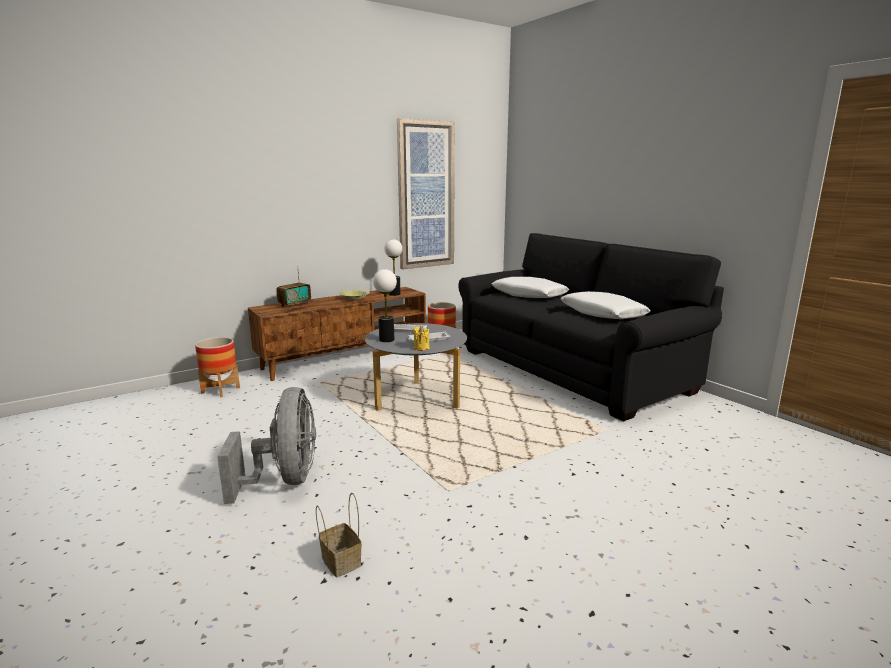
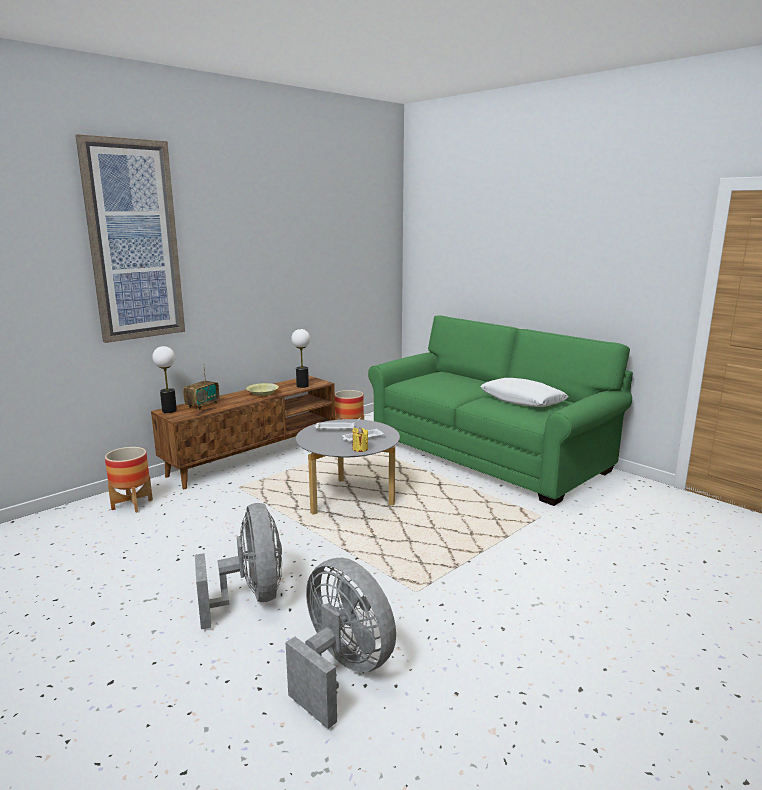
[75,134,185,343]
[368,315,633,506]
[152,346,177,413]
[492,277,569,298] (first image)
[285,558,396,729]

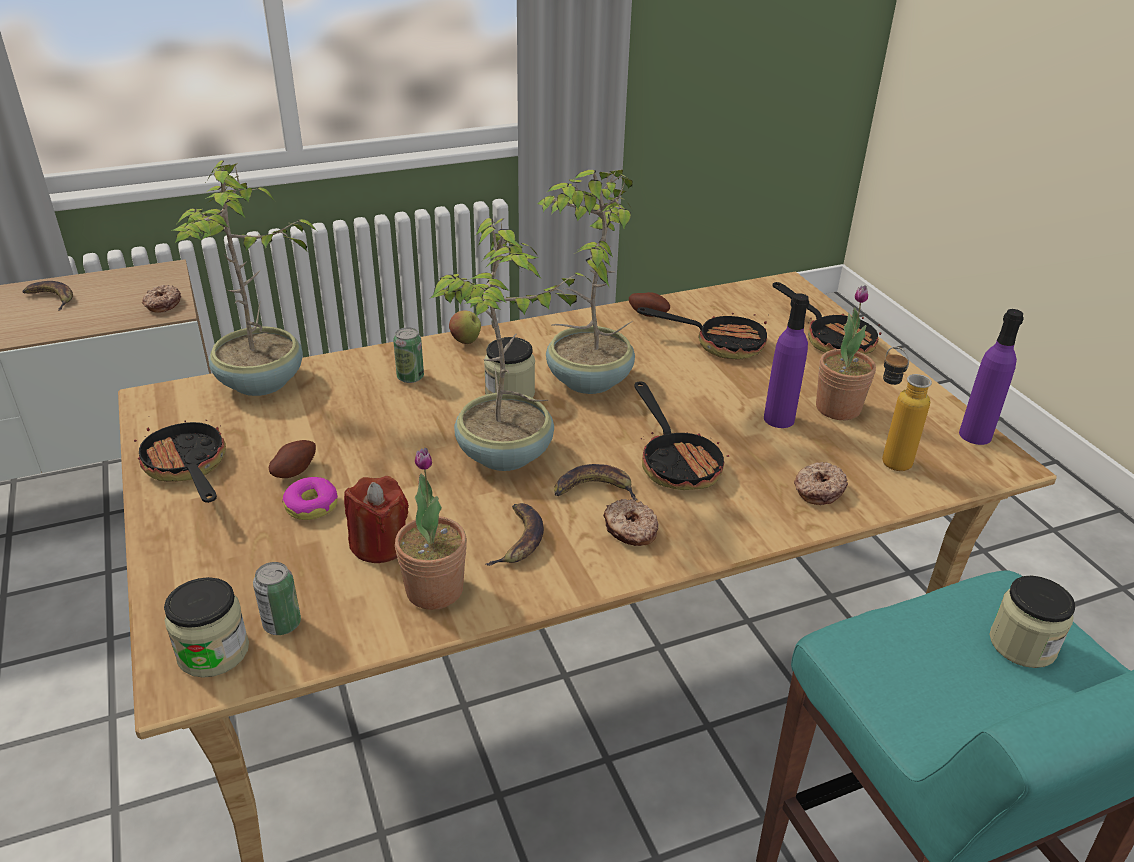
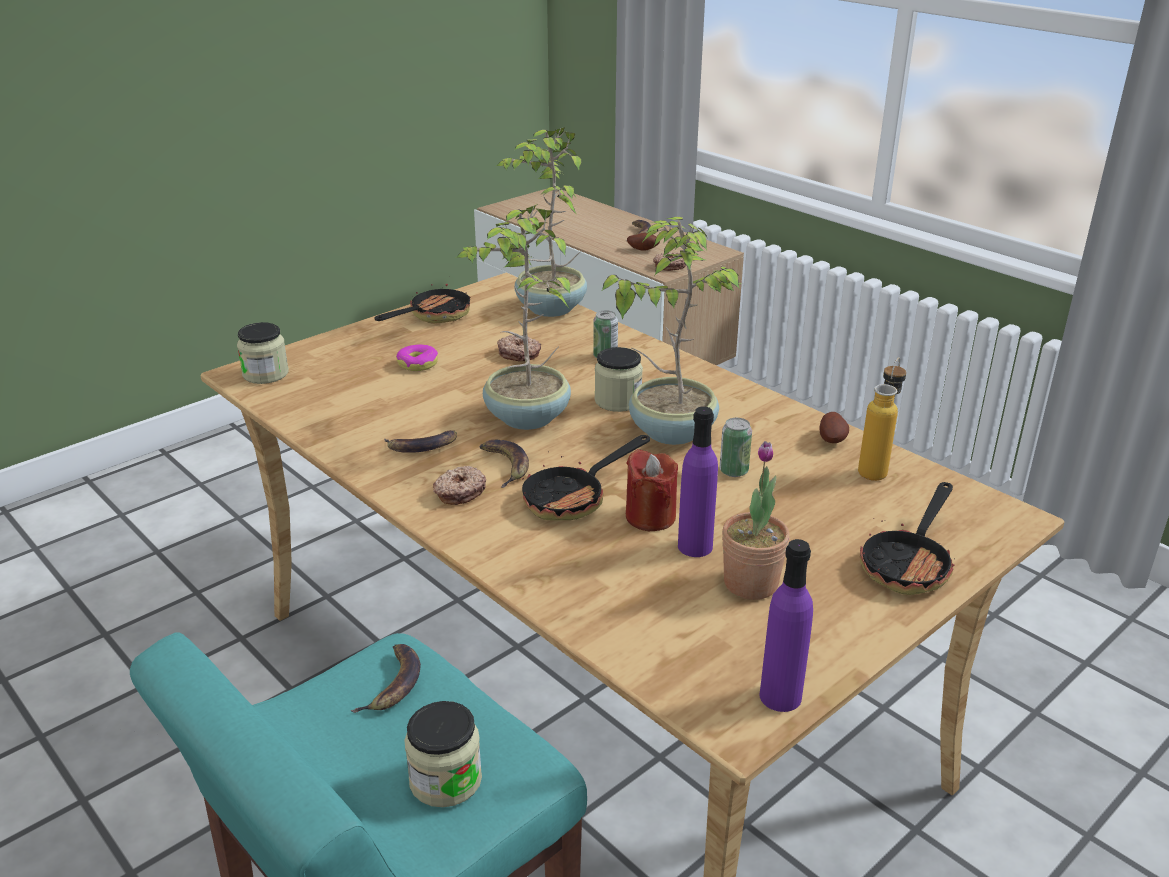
[637,307,767,359] (first image)
[449,310,481,344] (first image)
[858,358,906,481]
[627,233,660,251]
[395,448,467,610] (first image)
[497,335,541,361]
[626,449,678,531]
[719,418,752,477]
[351,644,421,713]

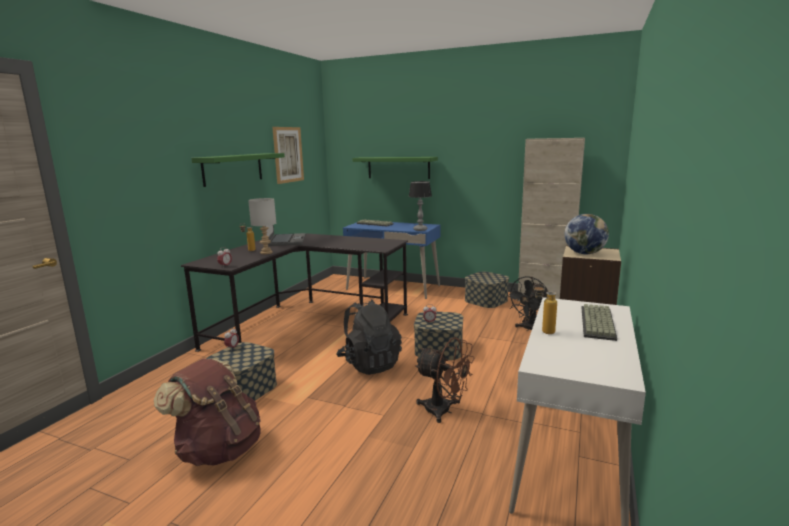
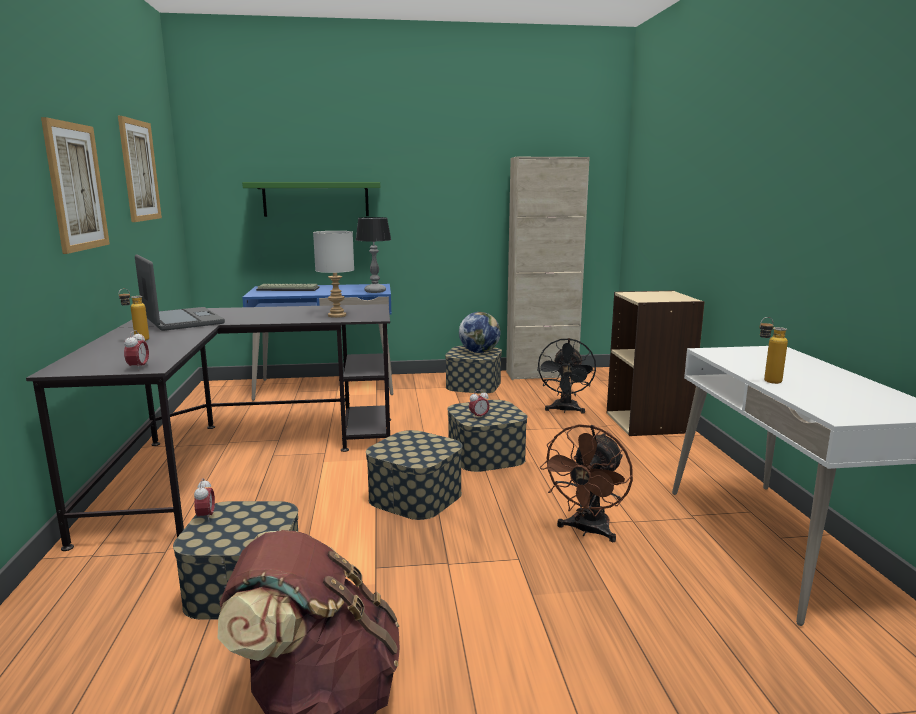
[41,117,110,254]
[313,231,354,318]
[459,312,501,353]
[366,430,463,520]
[582,304,617,341] (first image)
[540,424,633,542]

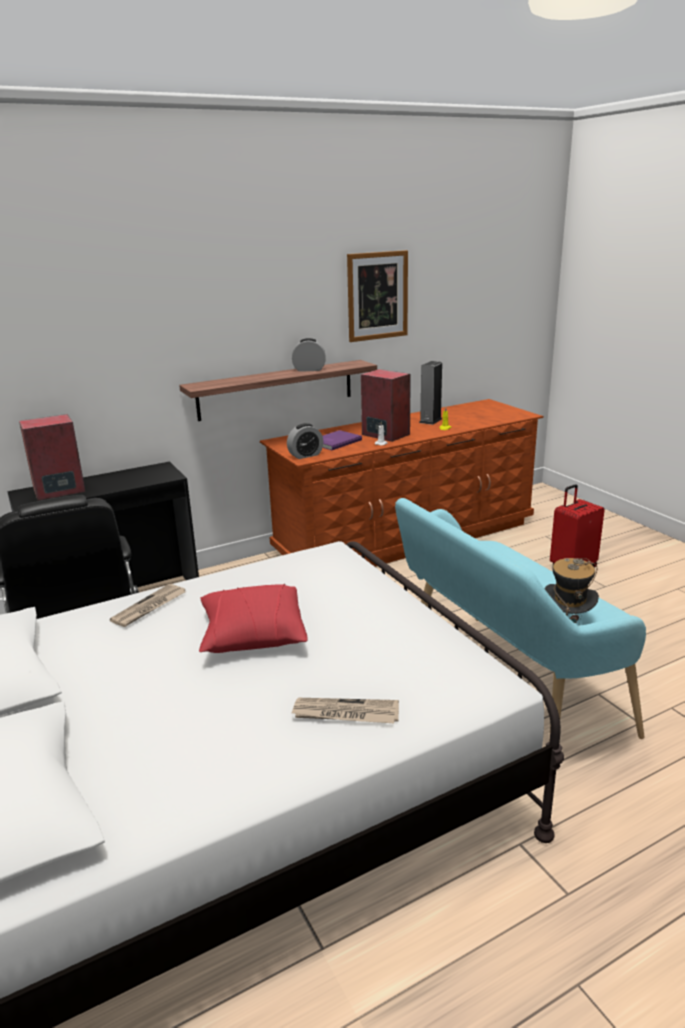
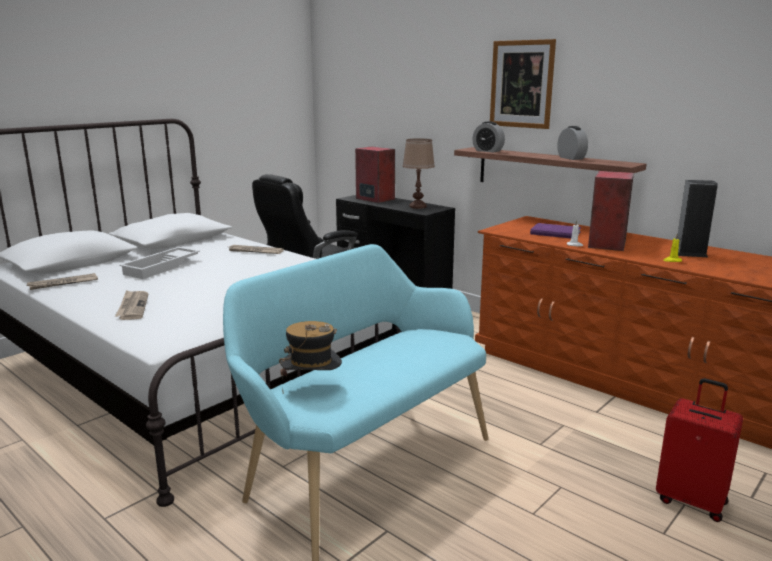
[490,39,556,129]
[473,121,505,153]
[199,584,308,653] (first image)
[402,138,435,209]
[119,247,200,279]
[26,273,98,290]

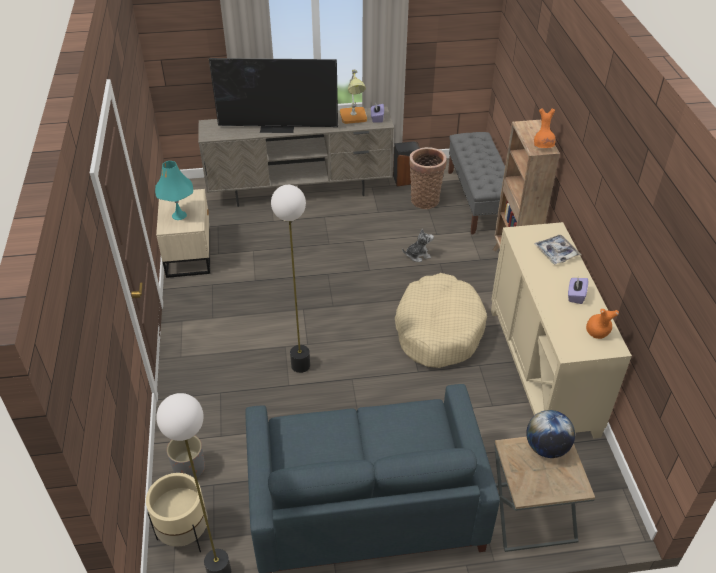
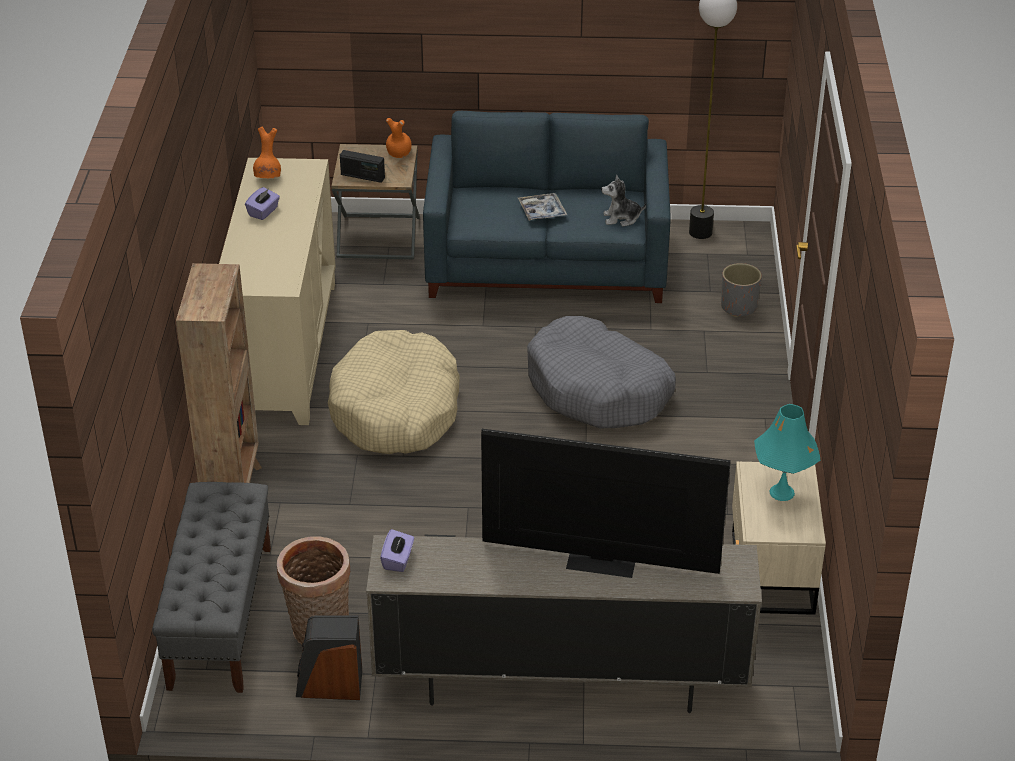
[340,70,367,124] (first image)
[386,118,412,158]
[527,316,676,428]
[601,174,646,227]
[518,193,567,221]
[340,150,385,183]
[146,473,208,553] (first image)

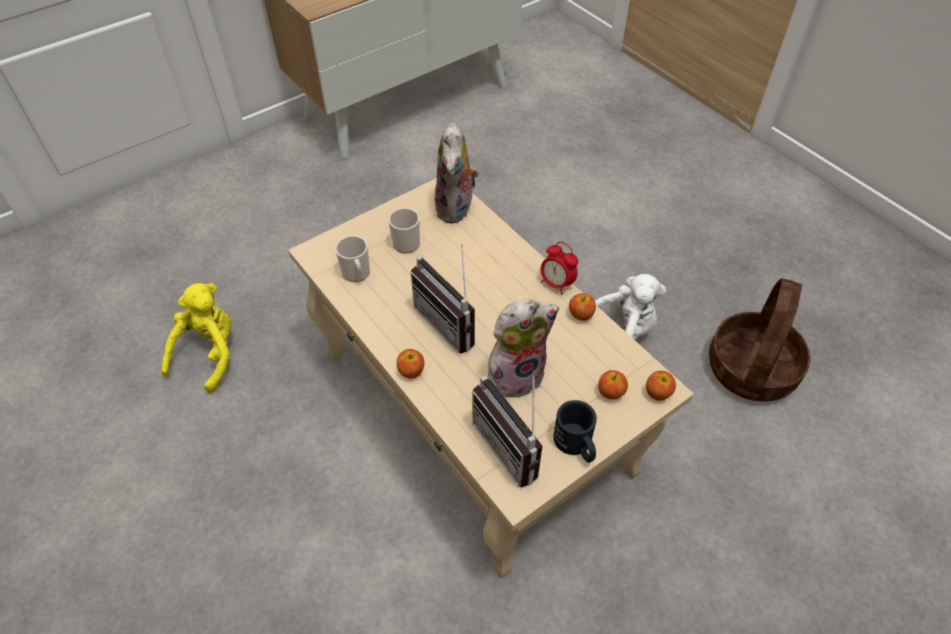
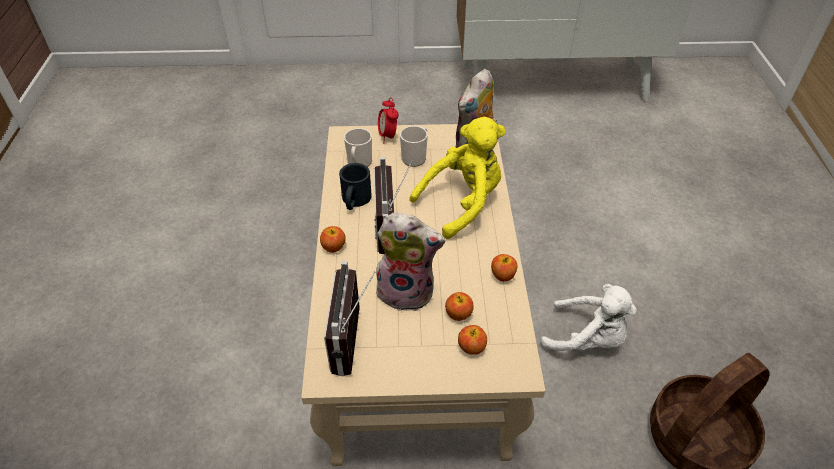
[378,97,399,143]
[409,117,506,239]
[445,292,473,321]
[339,163,372,210]

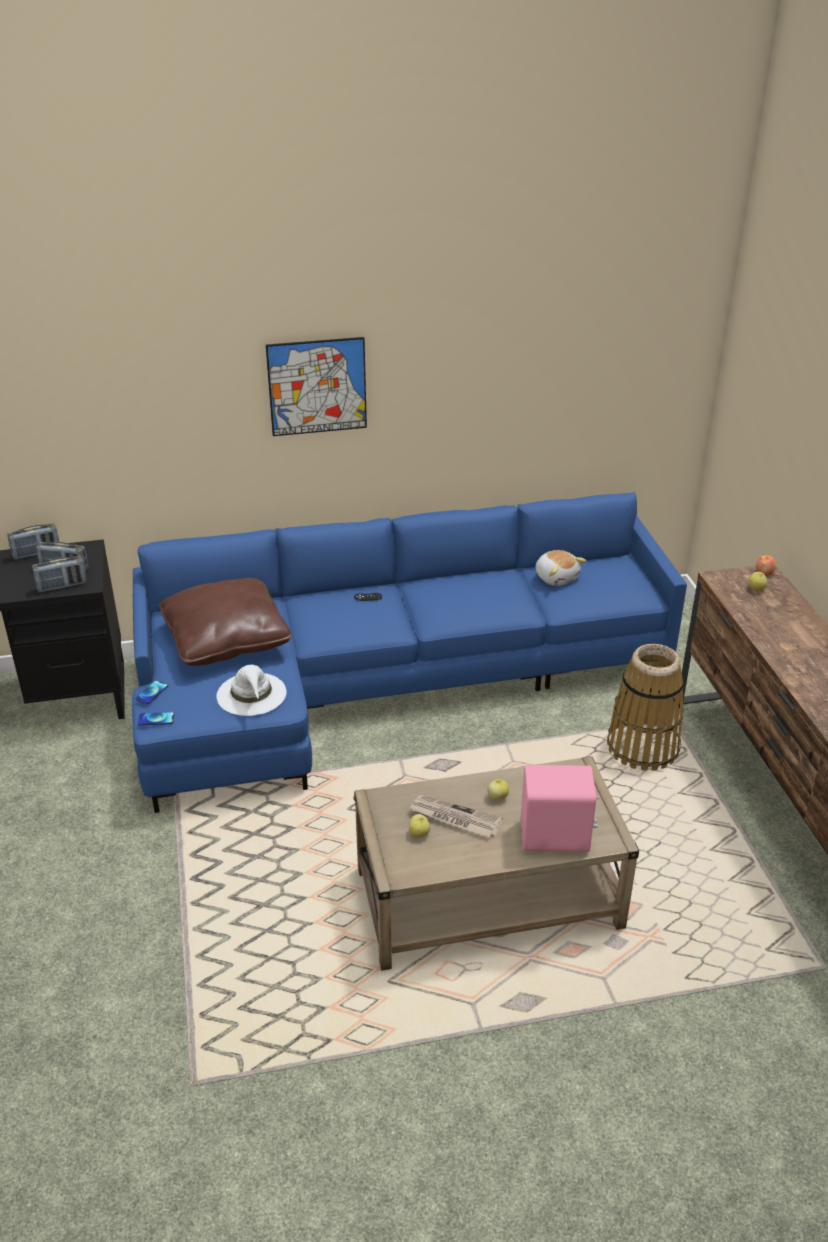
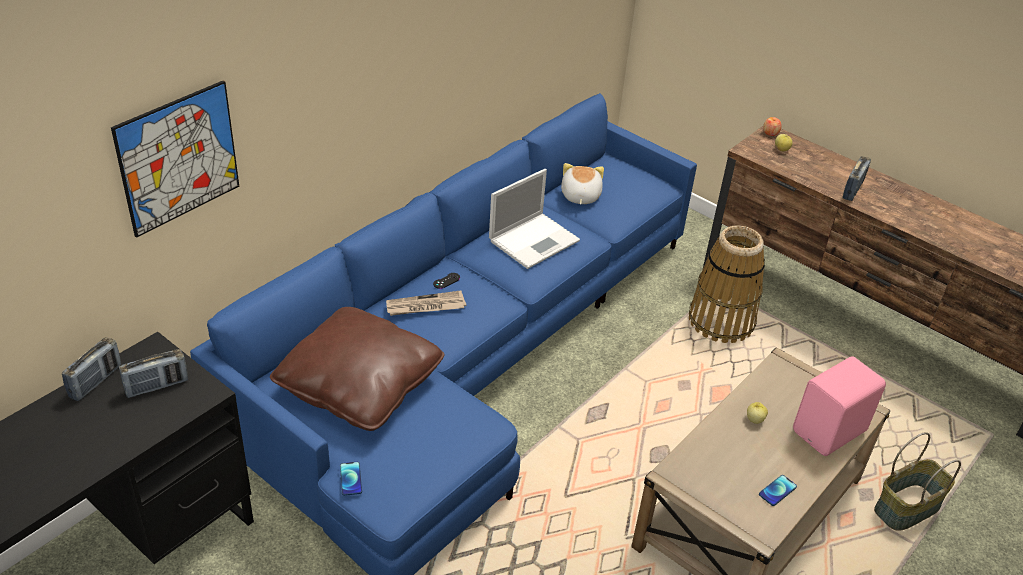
[111,80,239,238]
[561,163,604,205]
[843,156,871,201]
[216,665,286,716] (first image)
[759,475,797,506]
[386,290,466,316]
[409,814,430,838] (first image)
[489,169,580,269]
[874,432,961,531]

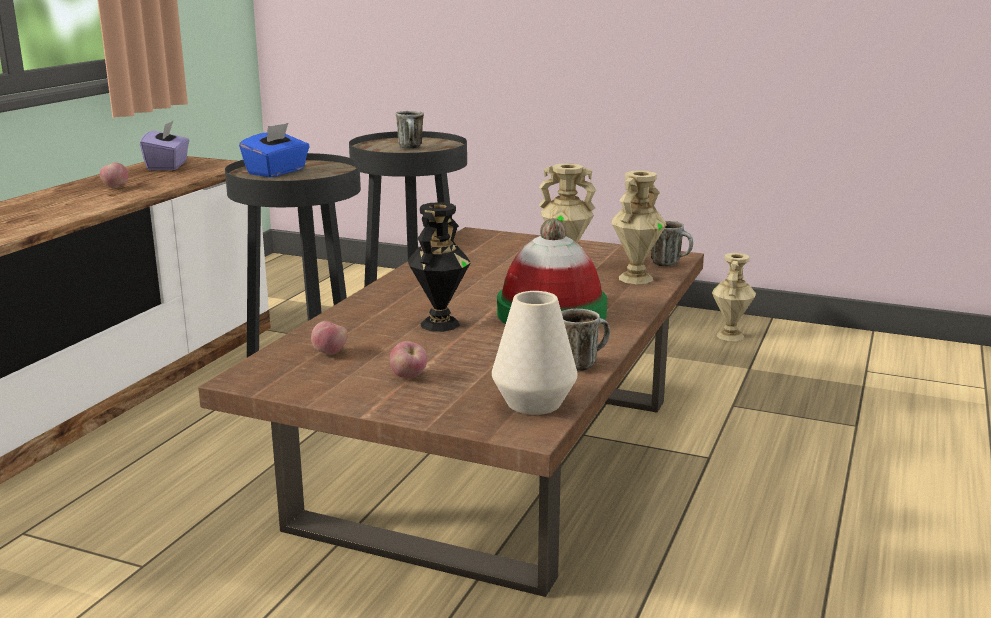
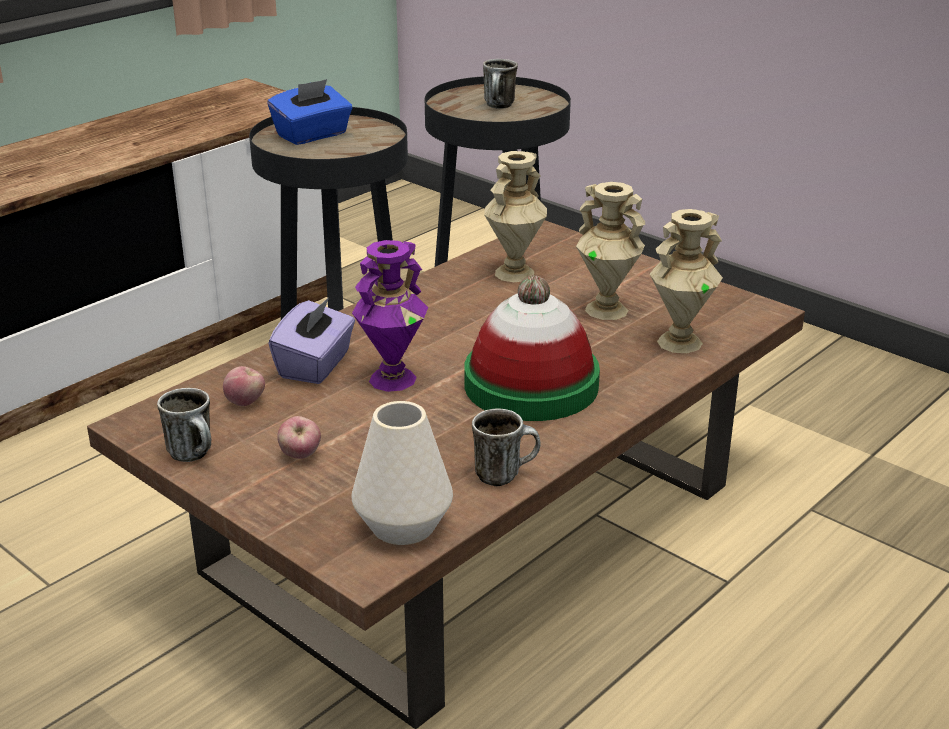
[268,297,355,384]
[100,163,128,189] (first image)
[352,240,428,392]
[157,388,211,462]
[484,151,547,282]

